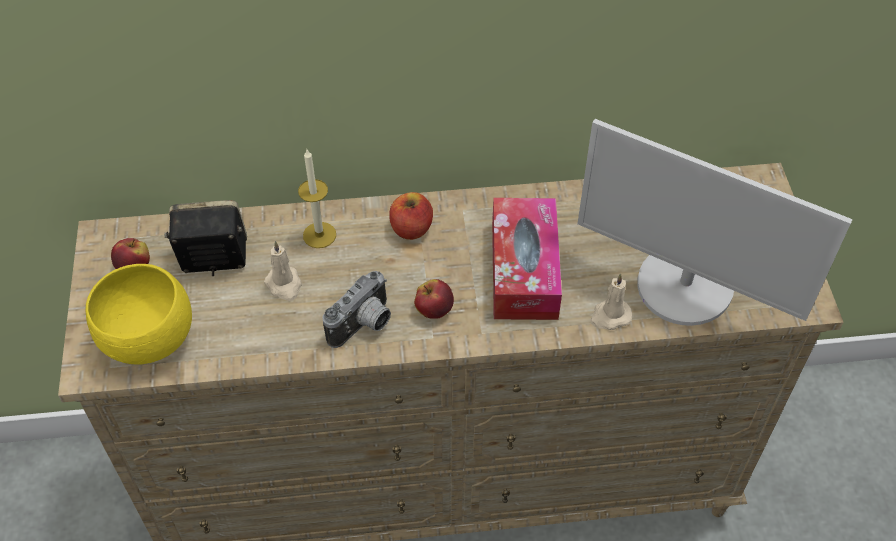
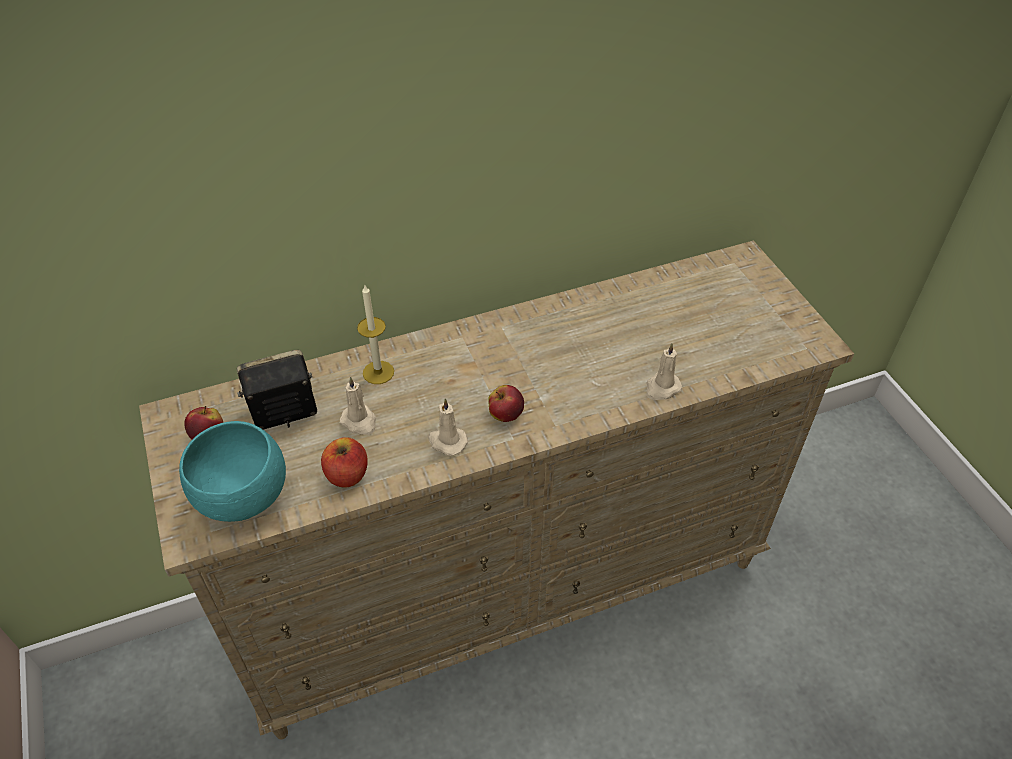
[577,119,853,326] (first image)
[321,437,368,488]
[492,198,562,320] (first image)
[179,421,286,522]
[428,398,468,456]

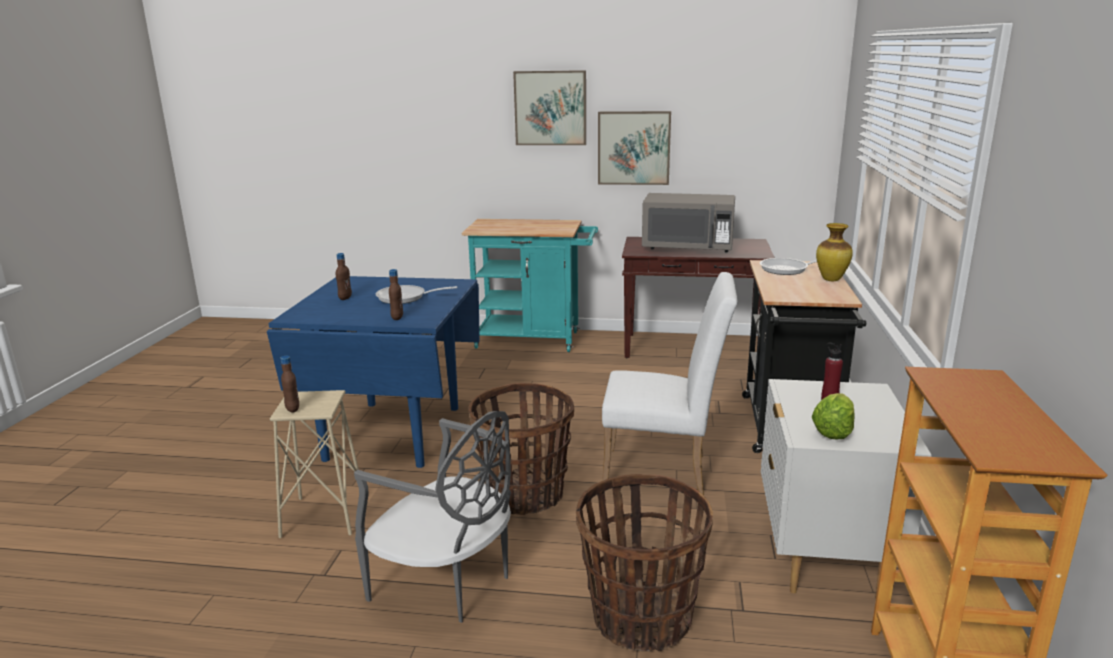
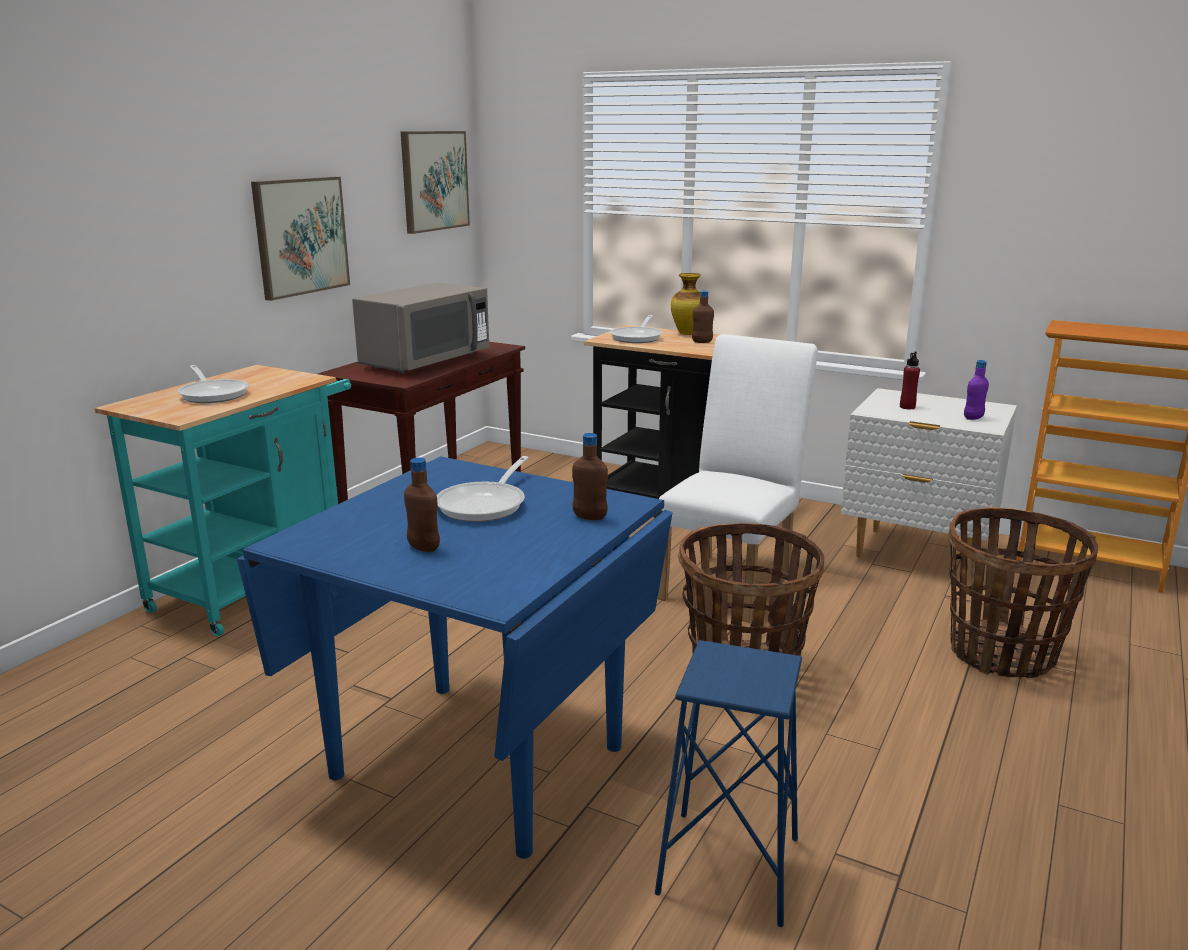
[401,131,470,234]
[692,290,714,343]
[655,640,802,927]
[964,360,989,420]
[354,411,511,623] (first image)
[177,365,249,403]

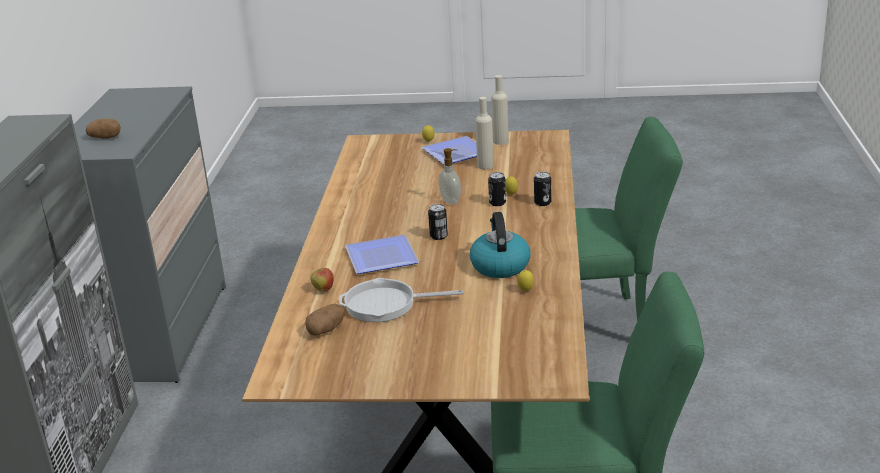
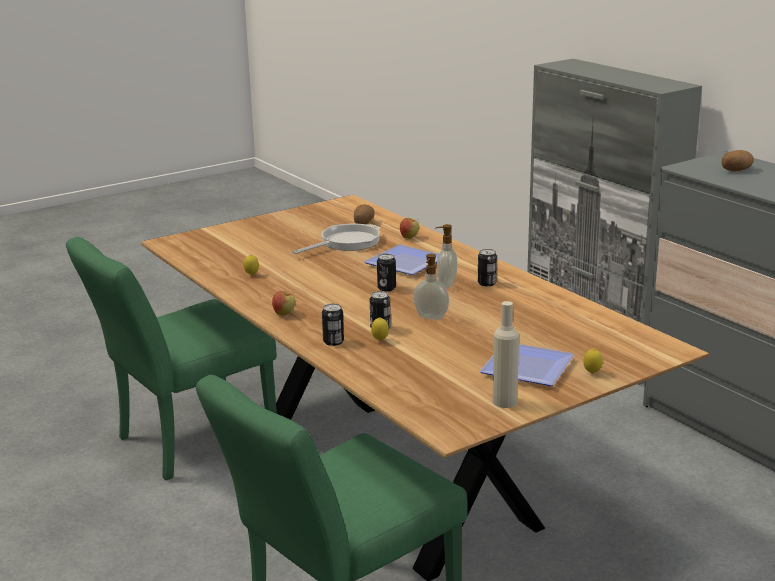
[475,97,494,169] (first image)
[470,212,530,278] (first image)
[435,224,457,288]
[478,249,497,287]
[272,291,295,316]

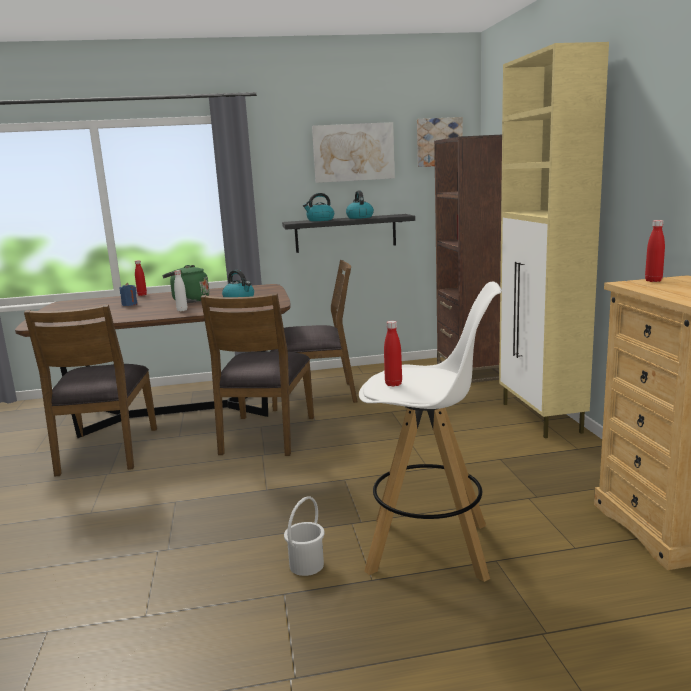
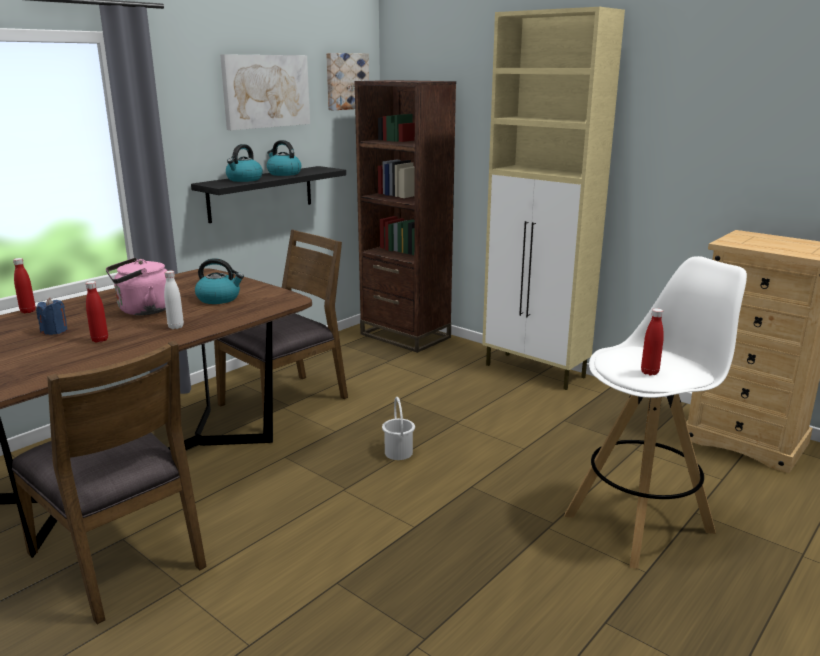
[86,281,108,343]
[106,258,167,315]
[201,293,314,456] (first image)
[382,397,415,460]

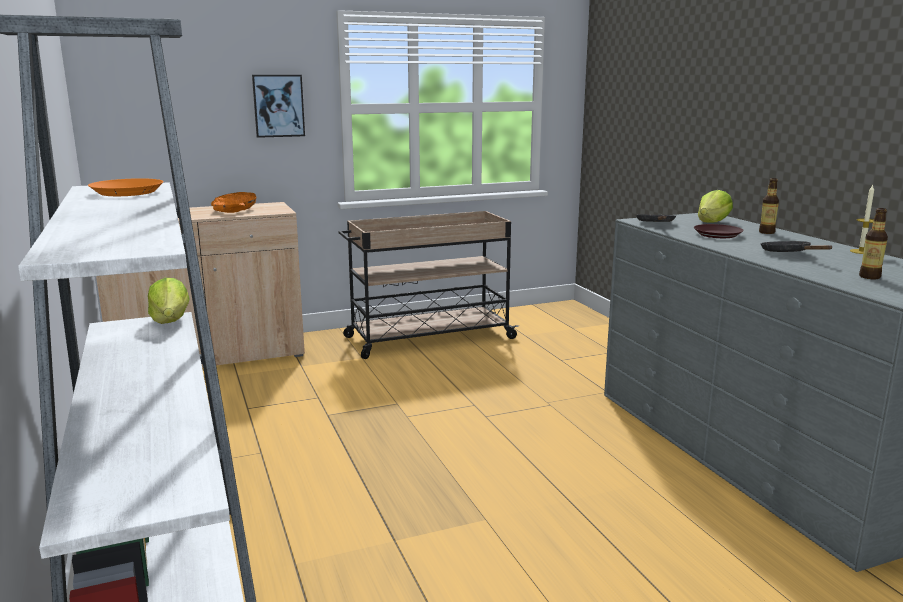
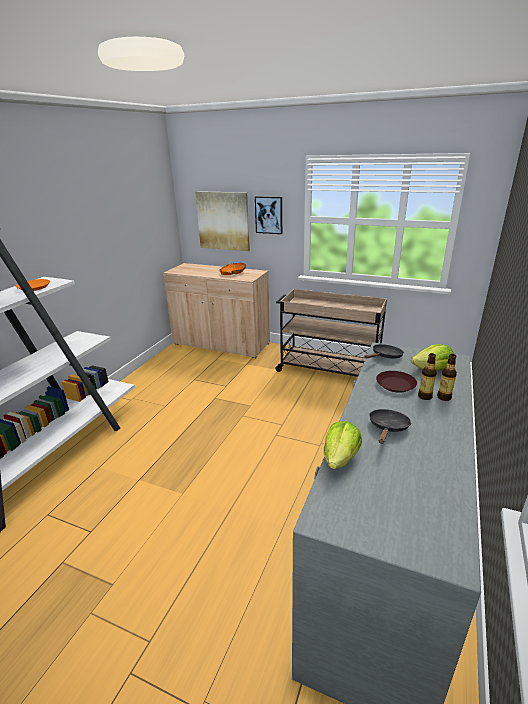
[850,185,874,254] (first image)
[418,353,437,400]
[324,421,362,469]
[195,191,250,251]

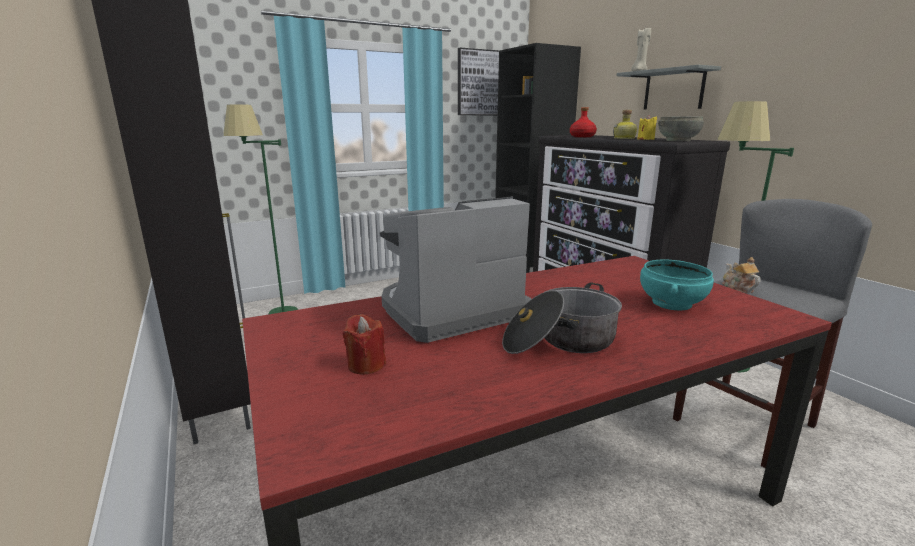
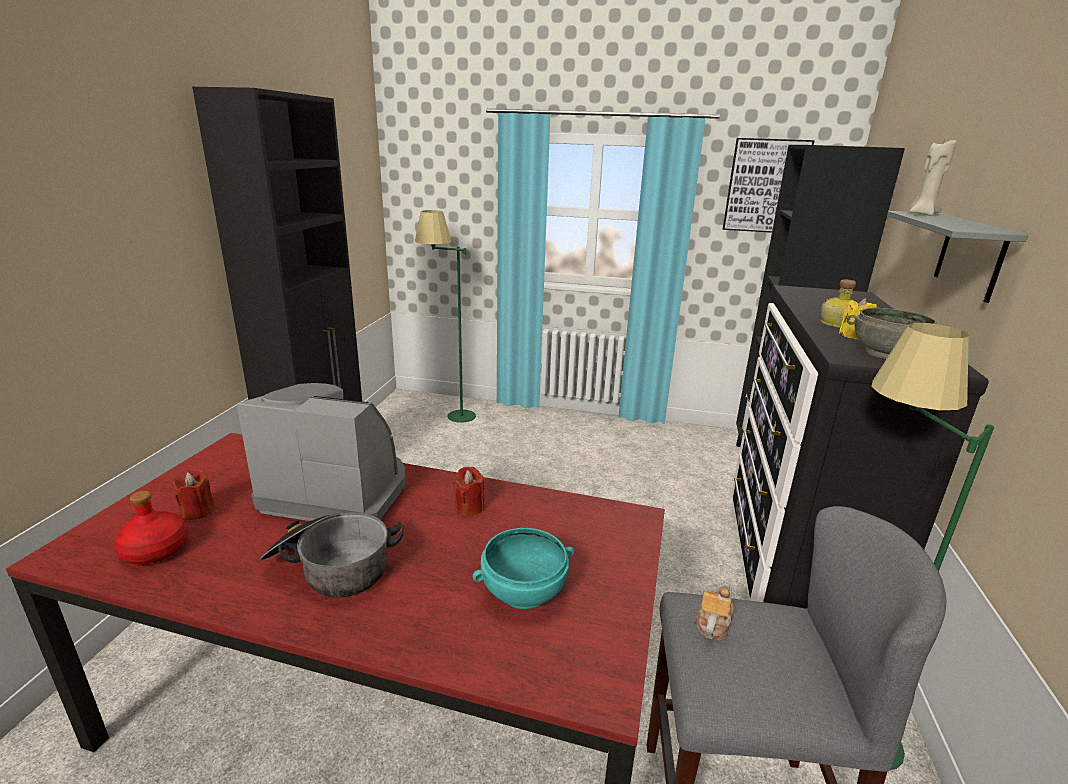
[114,491,188,565]
[453,467,484,516]

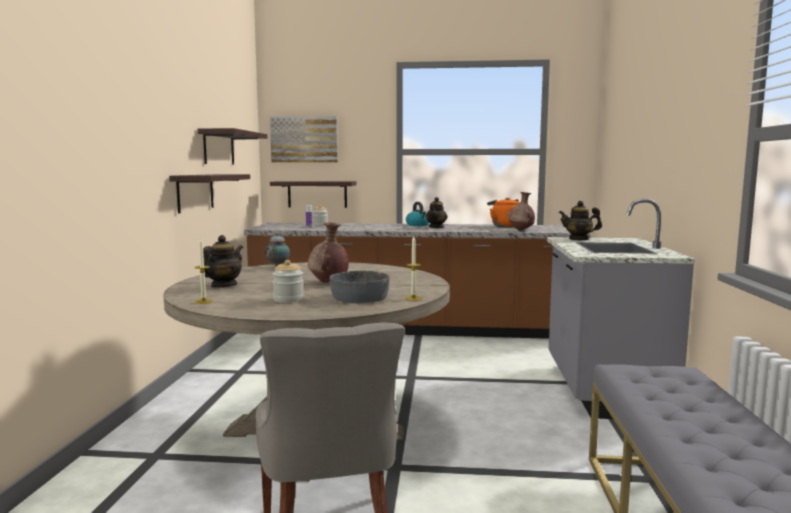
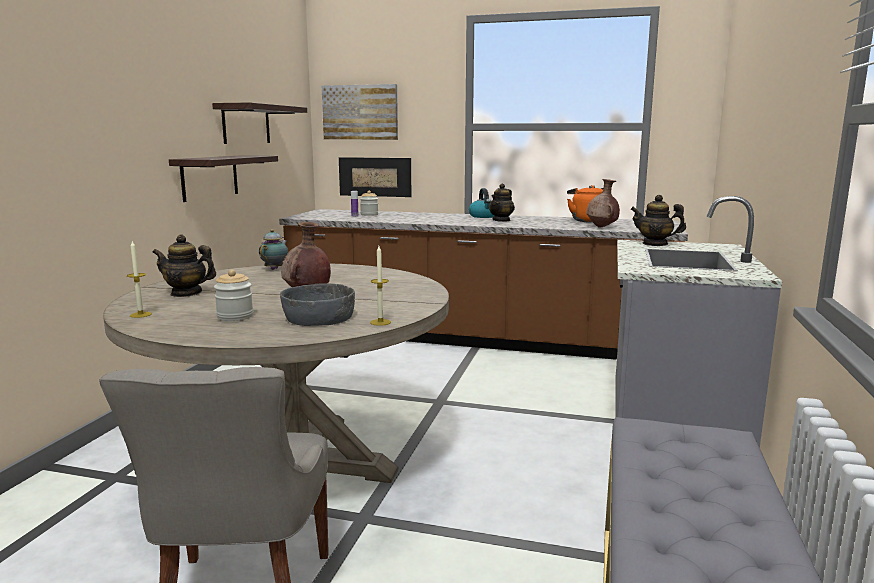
[339,157,411,197]
[152,234,216,297]

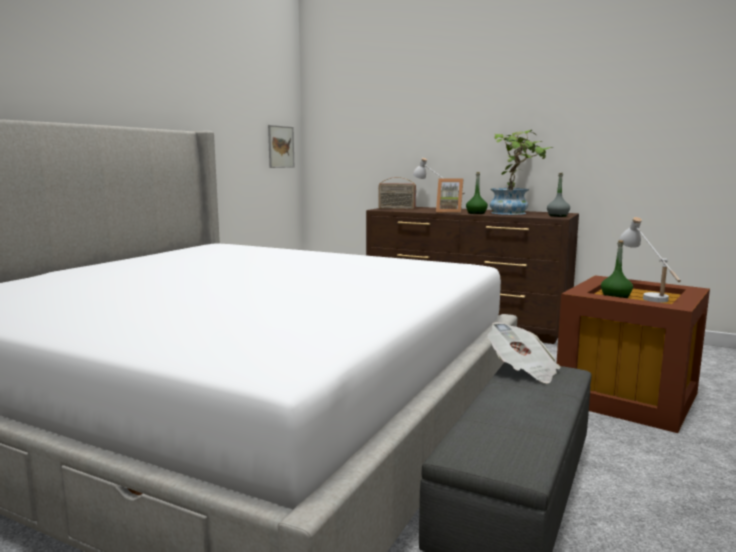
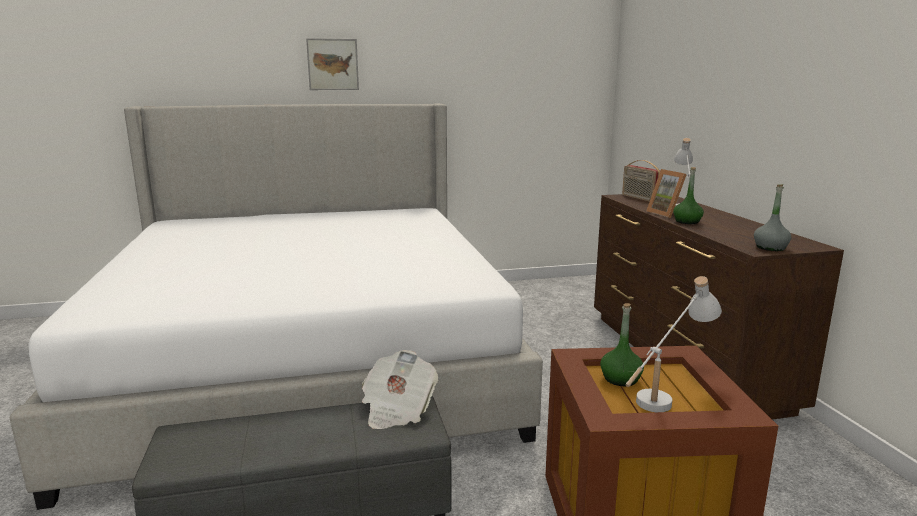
[306,38,359,90]
[490,130,553,215] (first image)

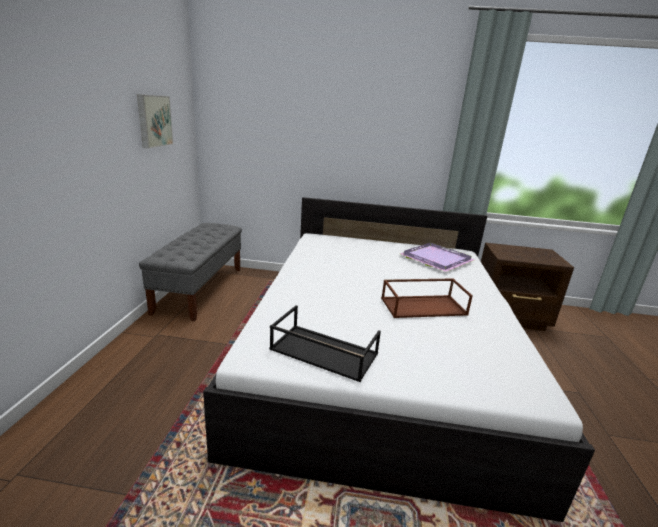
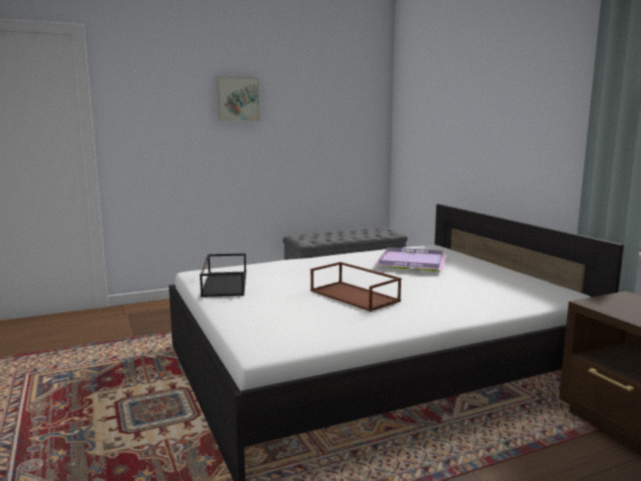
[216,77,260,122]
[374,247,447,271]

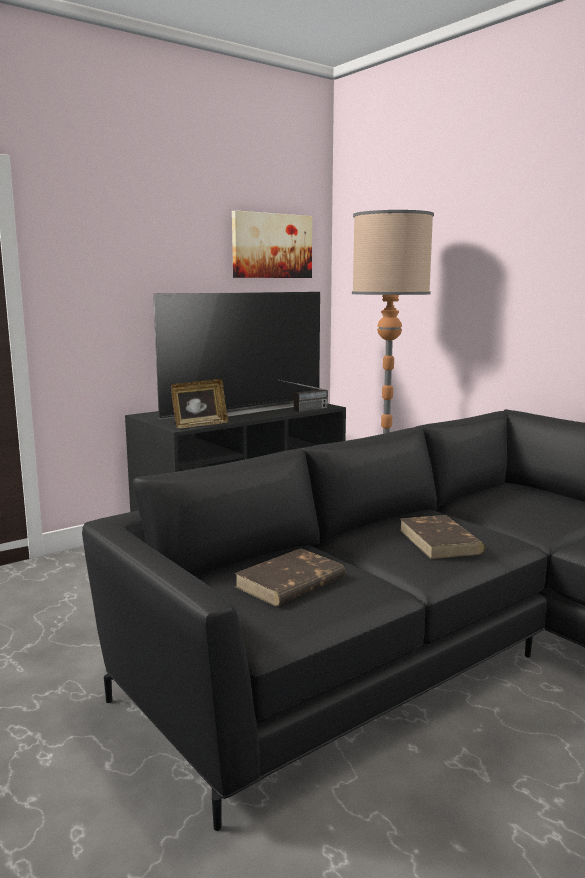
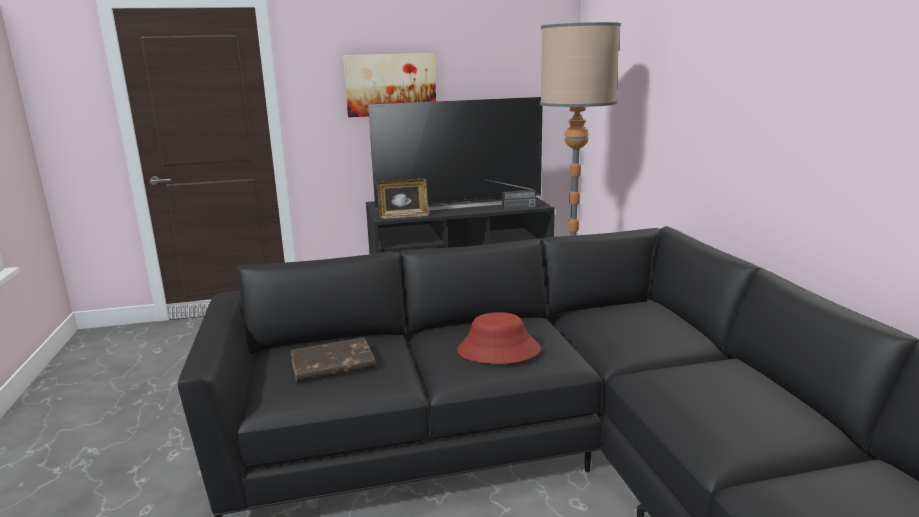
[343,53,436,117]
[457,312,541,364]

